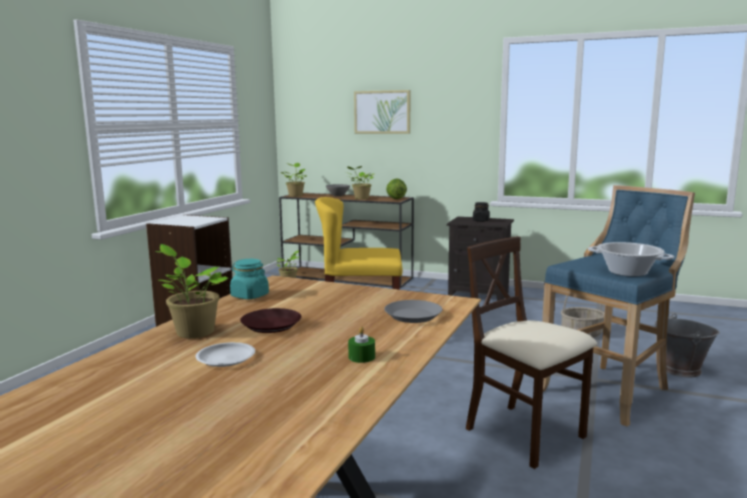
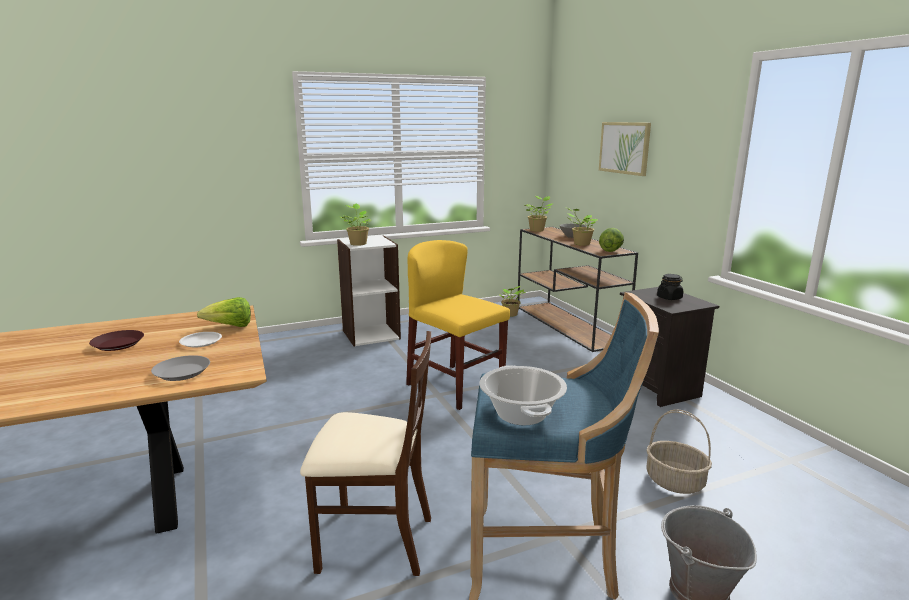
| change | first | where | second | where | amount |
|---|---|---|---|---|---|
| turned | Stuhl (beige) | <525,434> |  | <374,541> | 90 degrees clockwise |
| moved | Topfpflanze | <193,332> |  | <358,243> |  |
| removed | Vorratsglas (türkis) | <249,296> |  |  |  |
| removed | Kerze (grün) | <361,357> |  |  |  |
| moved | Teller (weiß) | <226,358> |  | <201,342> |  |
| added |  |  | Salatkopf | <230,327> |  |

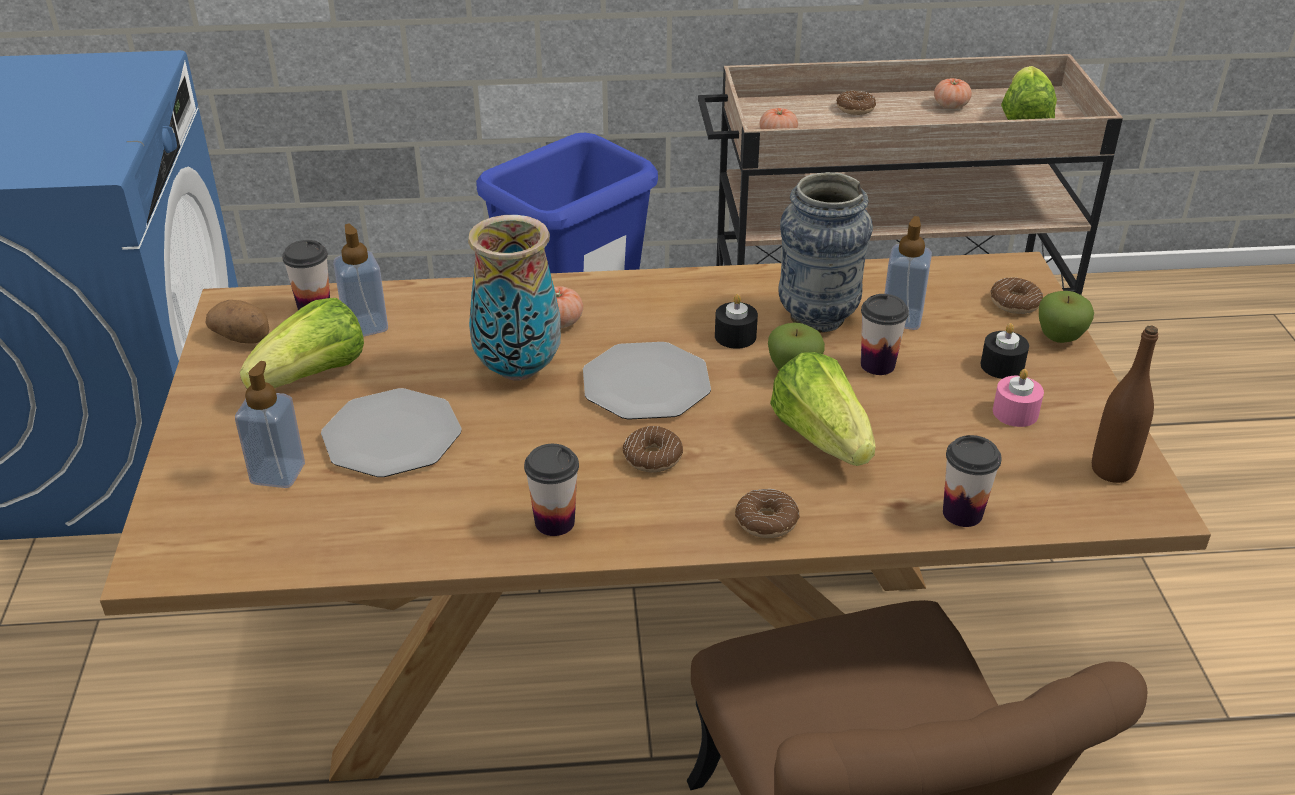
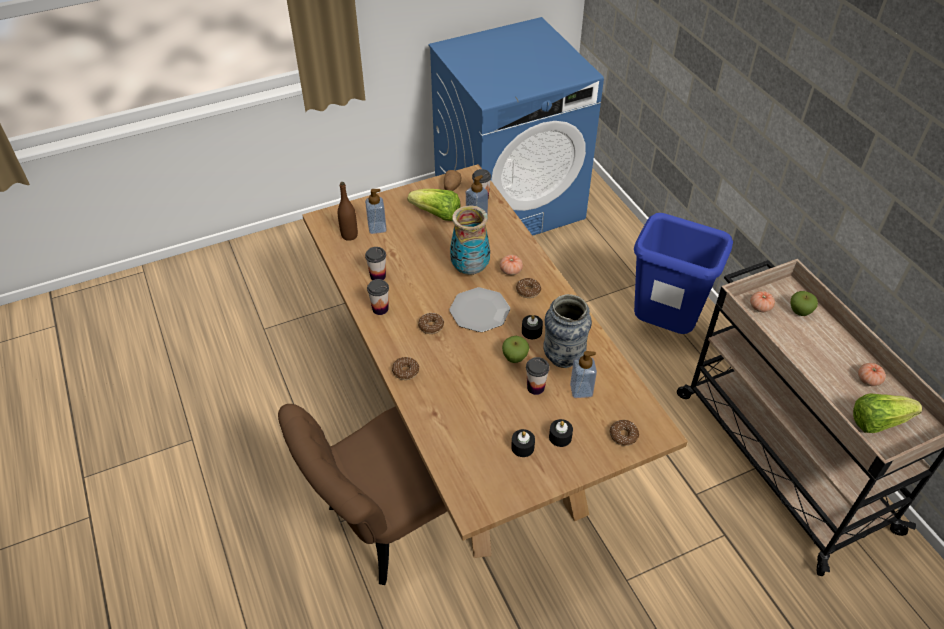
| change | first | where | second | where | amount |
|---|---|---|---|---|---|
| moved | Donut | <855,109> |  | <528,291> |  |
| moved | Apfel | <1059,338> |  | <800,312> |  |
| moved | Flasche (braun) | <1112,470> |  | <349,235> |  |
| removed | Salatkopf | <822,438> |  |  |  |
| recoloured | Kerze (rosa) | <1015,412> | Kerze (schwarz) | <522,447> |  |
| removed | Teller | <391,436> |  |  |  |
| moved | Tasse | <962,513> |  | <378,276> |  |

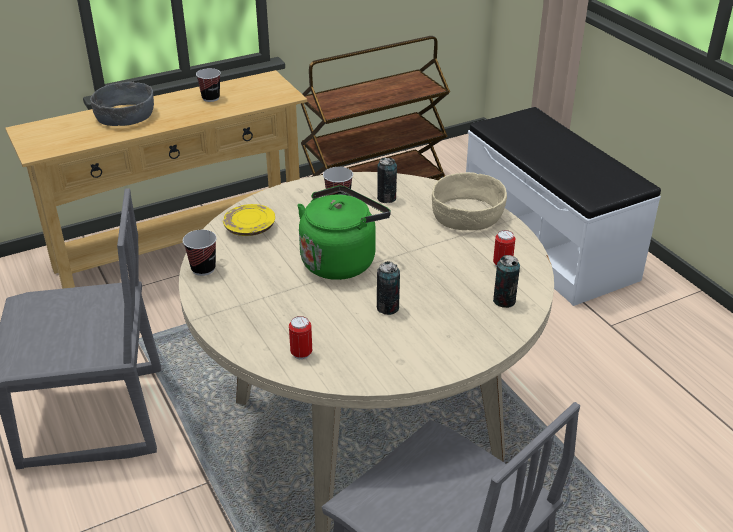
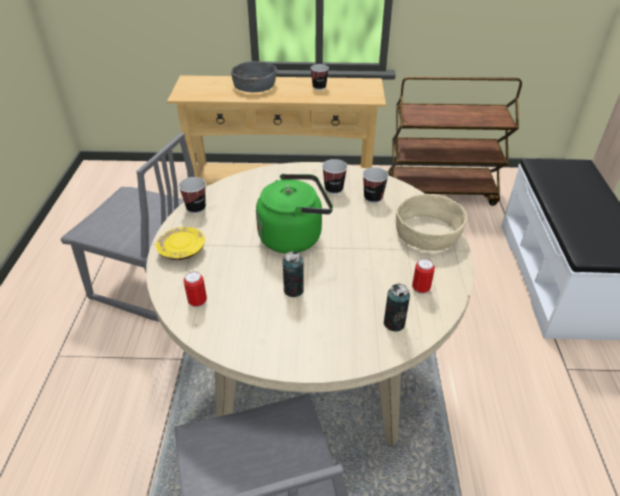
| change | first | where | second | where | amount |
|---|---|---|---|---|---|
| replaced | Dose | <386,198> | Tasse | <373,198> |  |
| moved | Teller (gelb) | <250,228> |  | <182,250> |  |

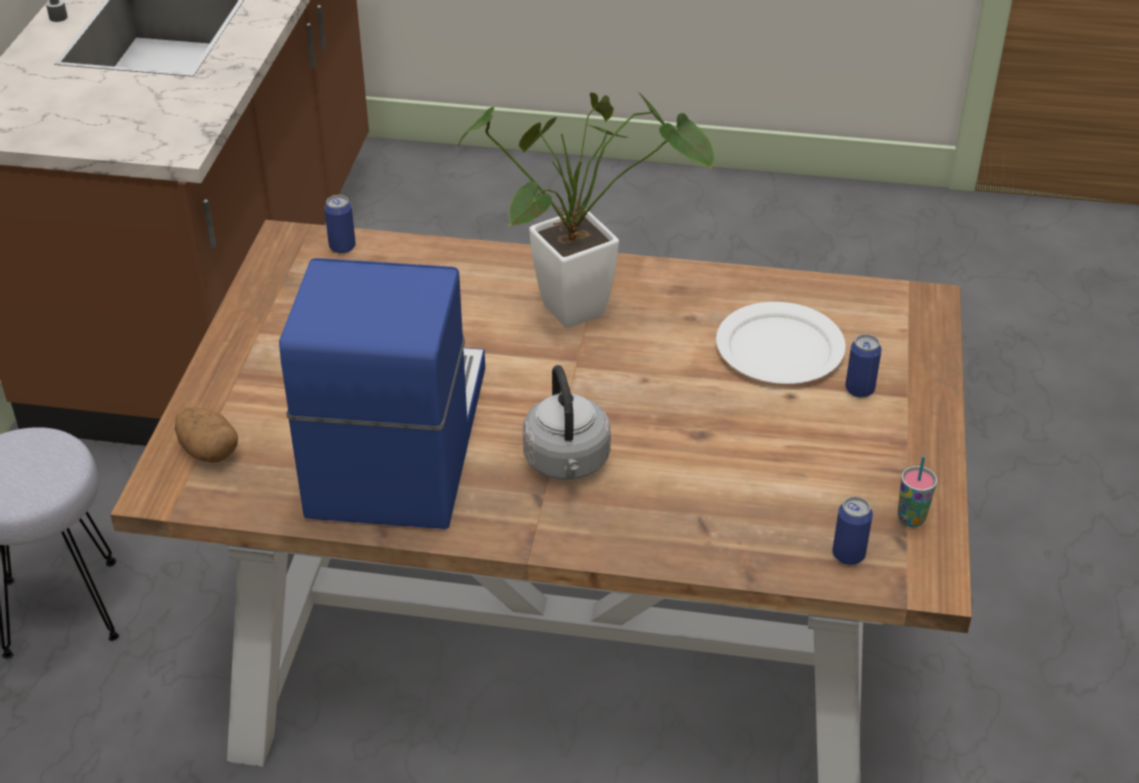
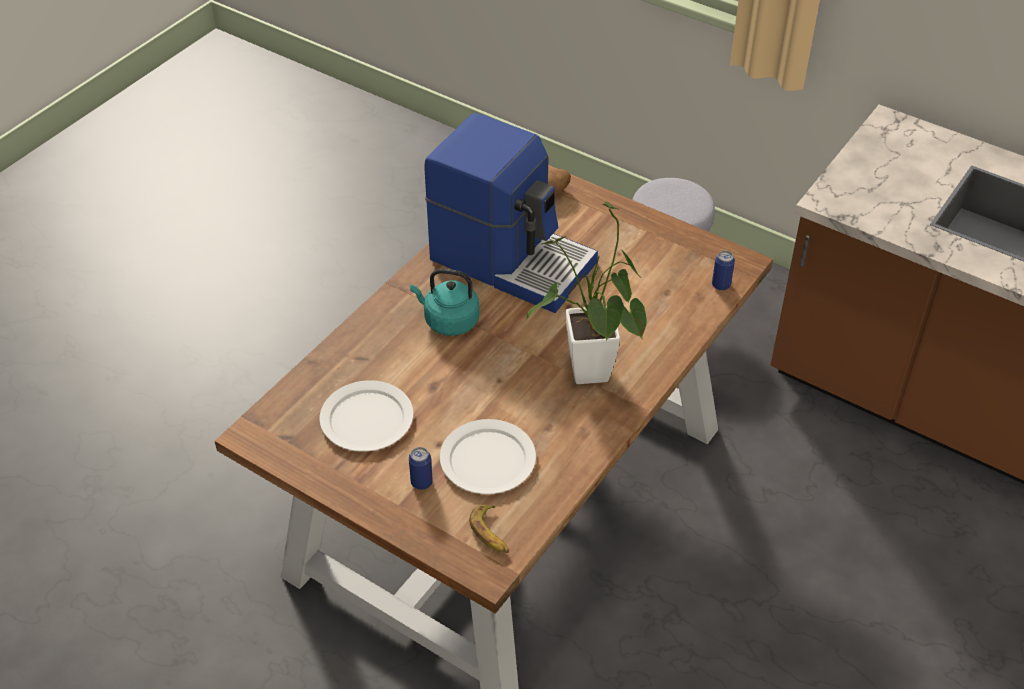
| change | first | where | second | where | amount |
|---|---|---|---|---|---|
| recoloured | Wasserkessel (grau) | <567,463> | Wasserkessel (türkis) | <448,321> |  |
| removed | Tasse | <911,519> |  |  |  |
| removed | Dose | <848,555> |  |  |  |
| added |  |  | Teller (weiß) | <366,419> |  |
| added |  |  | Banane | <491,533> |  |

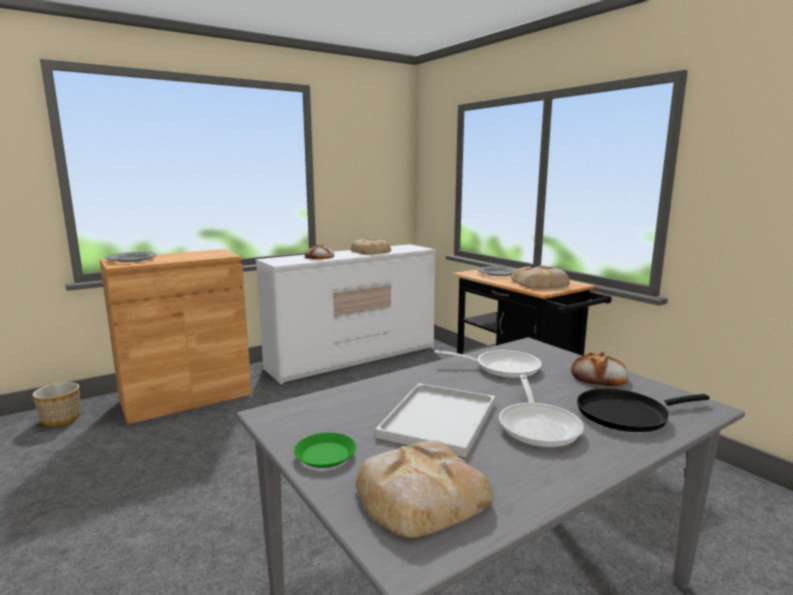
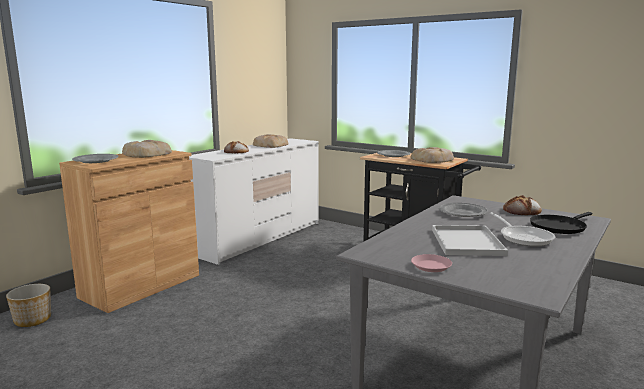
| change | first | where | second | where | amount |
|---|---|---|---|---|---|
| replaced | Pfanne | <501,367> | Teller (grau) | <462,213> |  |
| recoloured | Teller (grün) | <325,455> | Teller (rosa) | <431,266> |  |
| moved | Brot | <419,496> |  | <146,154> |  |

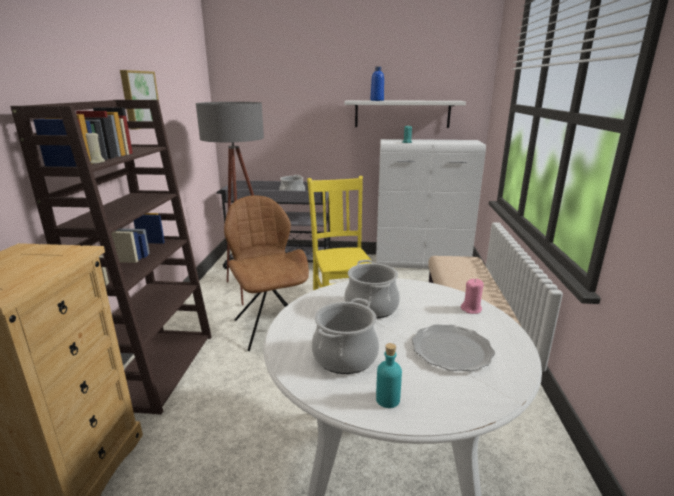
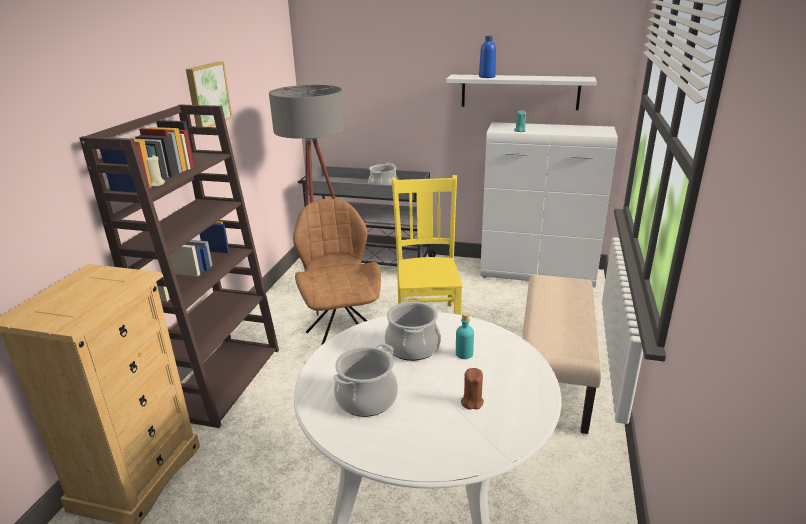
| change | first | where | second | where | amount |
|---|---|---|---|---|---|
| removed | Kerze (rosa) | <471,309> |  |  |  |
| replaced | Teller | <452,350> | Kerze (braun) | <472,402> |  |
| moved | Flasche (türkis) | <387,399> |  | <464,354> |  |

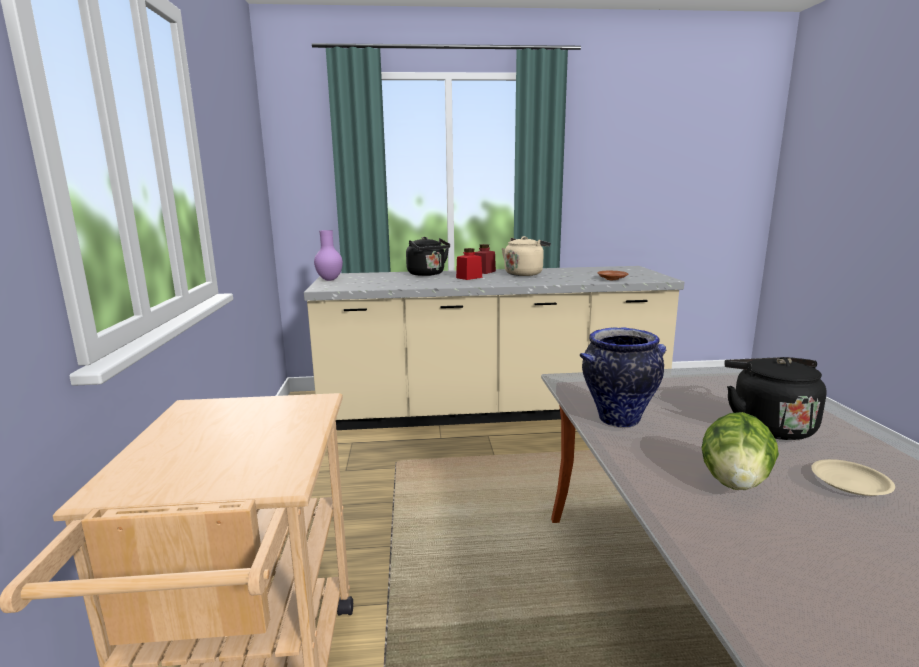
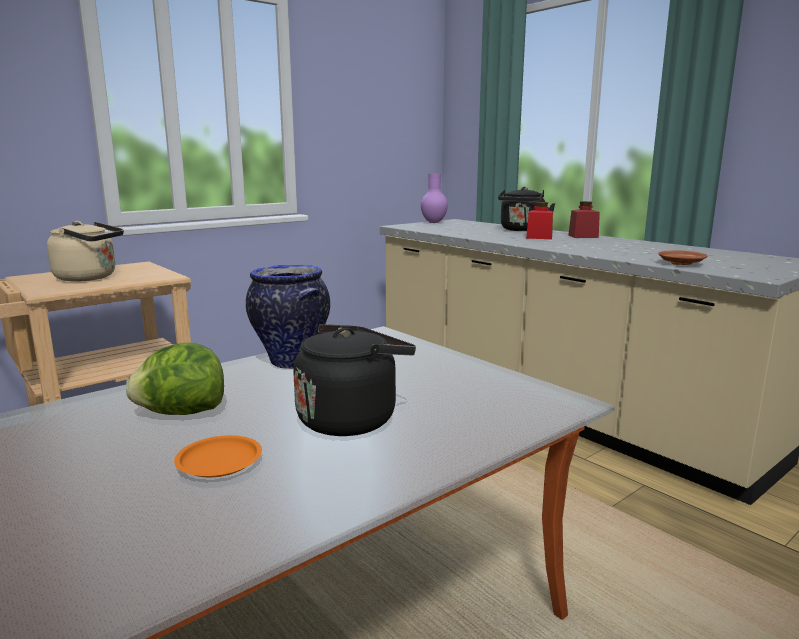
| change | first | where | second | where | amount |
|---|---|---|---|---|---|
| moved | Wasserkessel (beige) | <524,273> |  | <90,278> |  |
| recoloured | Teller (beige) | <851,482> | Teller (orange) | <219,462> |  |

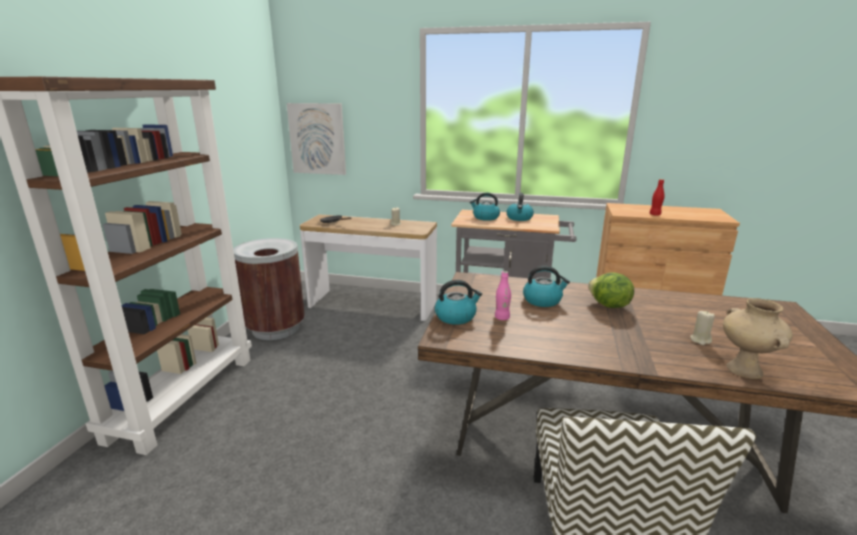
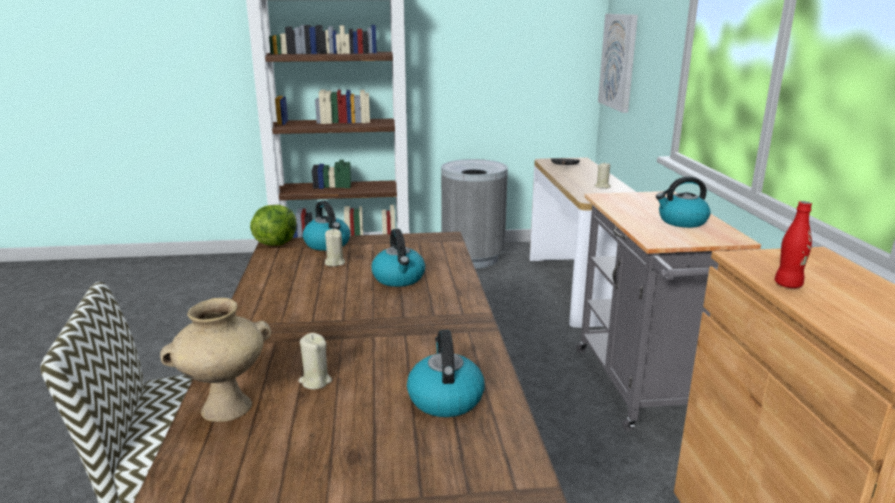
| change | first | where | second | where | amount |
|---|---|---|---|---|---|
| moved | Wasserkessel | <485,217> |  | <445,398> |  |
| recoloured | Mülleimer (braun) | <276,328> | Mülleimer (grau) | <473,259> |  |
| replaced | Flasche (rosa) | <502,318> | Kerze (beige) | <334,263> |  |
| moved | Salatkopf | <608,306> |  | <276,243> |  |

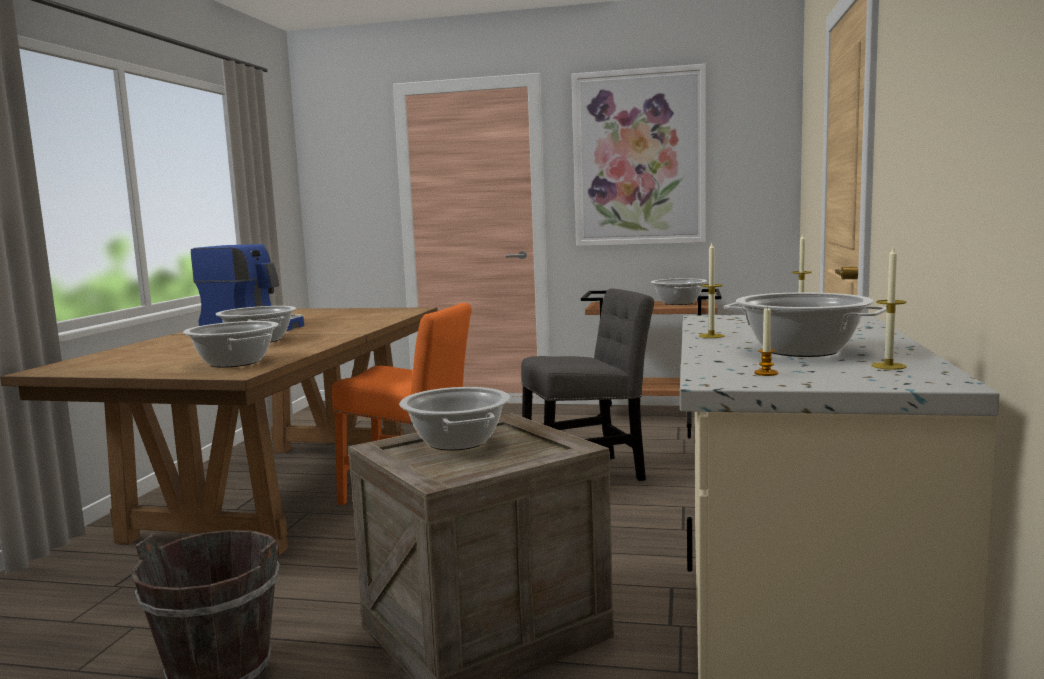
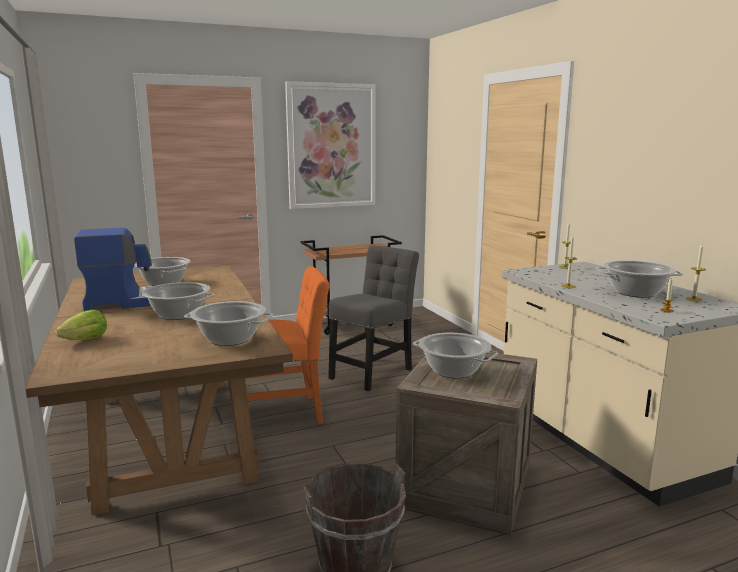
| change | first | where | second | where | amount |
|---|---|---|---|---|---|
| moved | Kochtopf | <678,303> |  | <164,283> |  |
| added |  |  | Salatkopf | <82,341> |  |

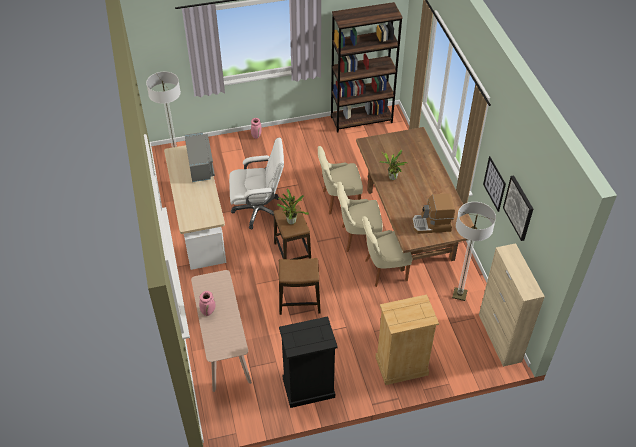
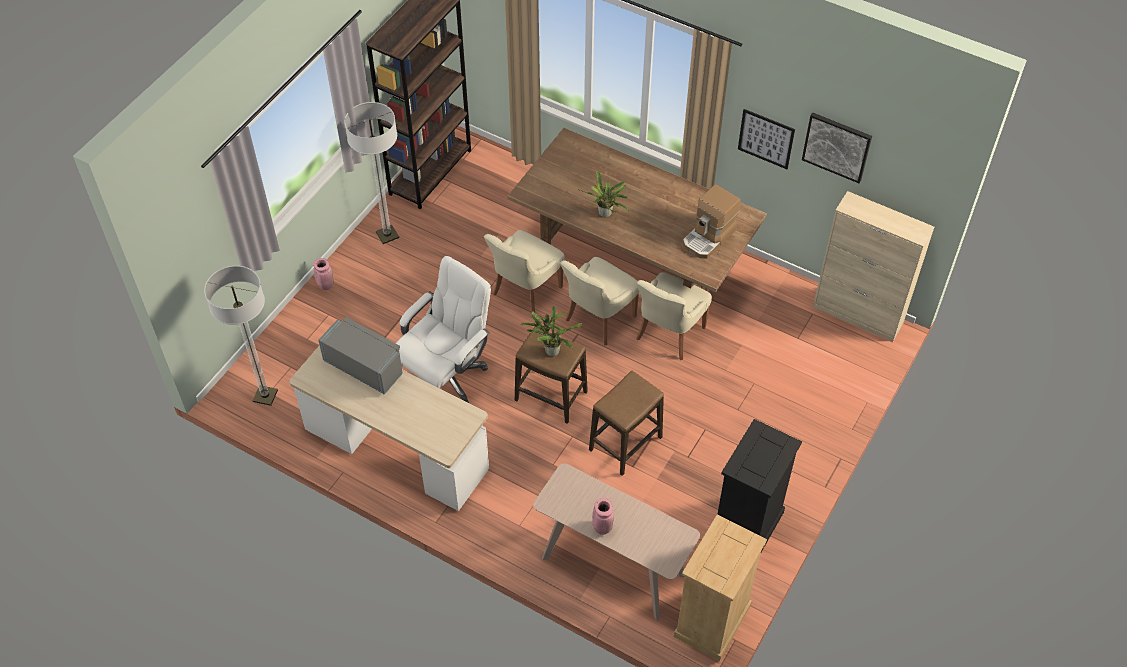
| change | first | where | second | where | amount |
|---|---|---|---|---|---|
| moved | Stehlampe | <459,294> |  | <387,235> |  |
| moved | Kommode (beige) | <401,366> |  | <712,621> |  |

